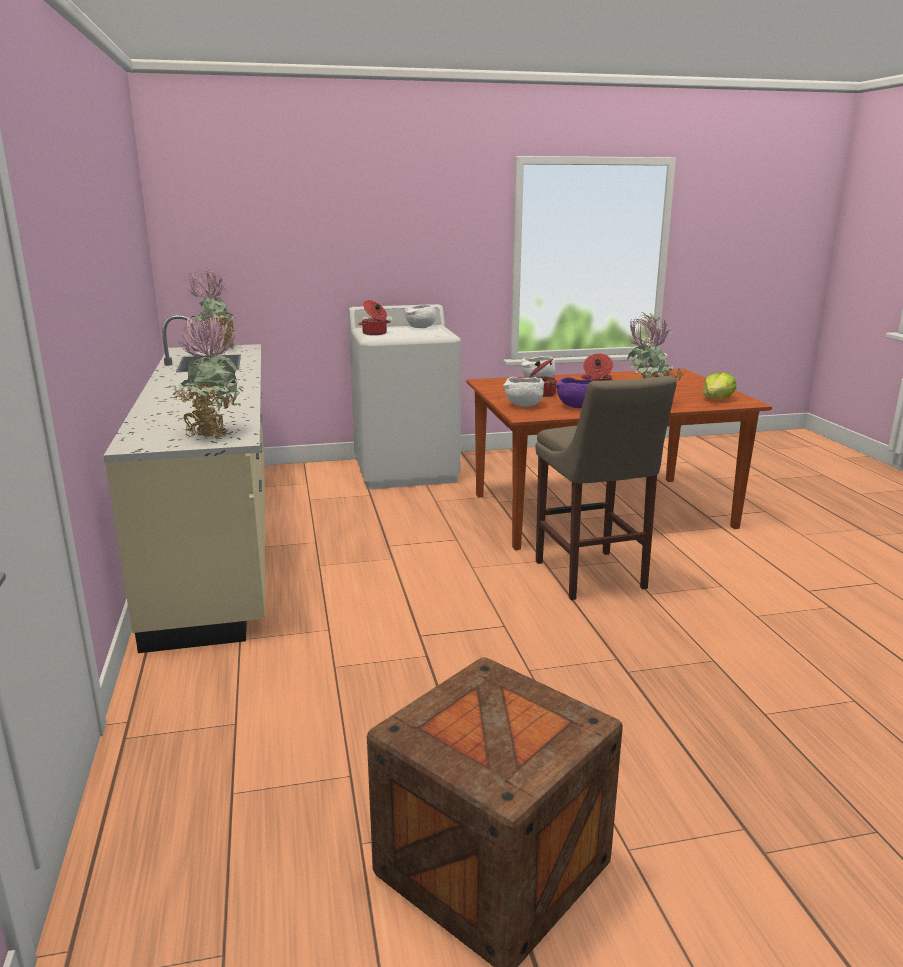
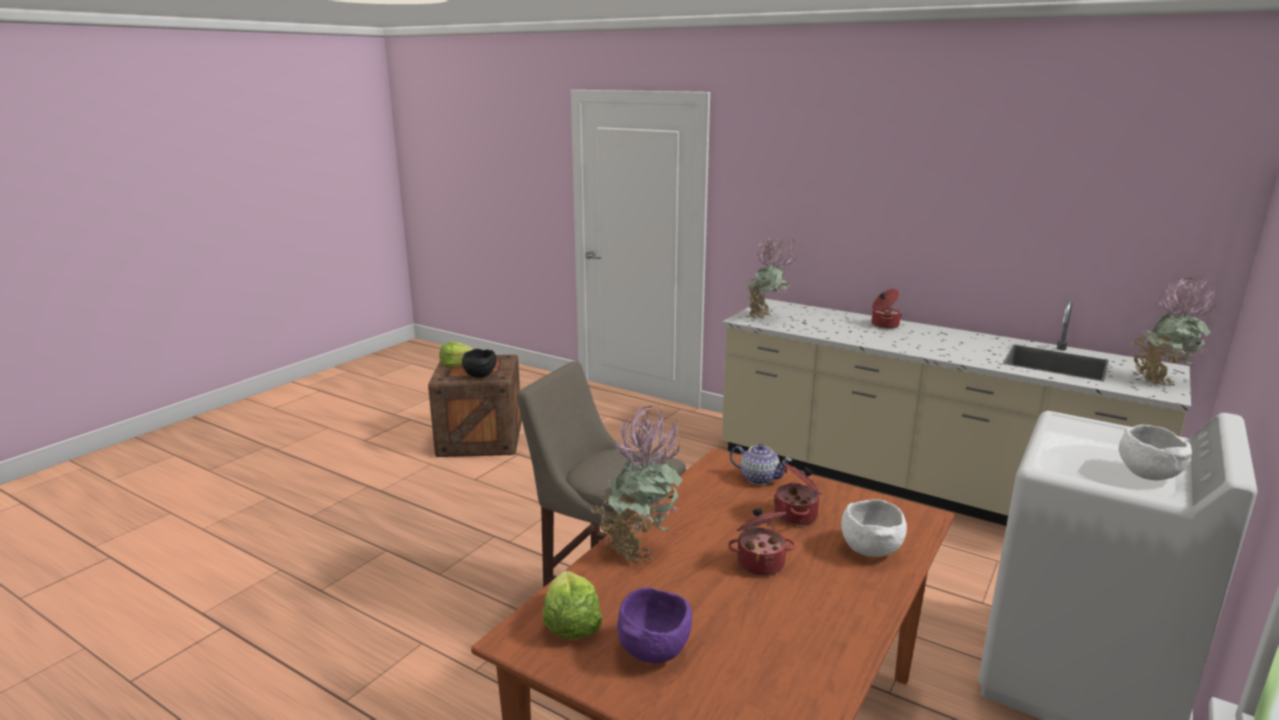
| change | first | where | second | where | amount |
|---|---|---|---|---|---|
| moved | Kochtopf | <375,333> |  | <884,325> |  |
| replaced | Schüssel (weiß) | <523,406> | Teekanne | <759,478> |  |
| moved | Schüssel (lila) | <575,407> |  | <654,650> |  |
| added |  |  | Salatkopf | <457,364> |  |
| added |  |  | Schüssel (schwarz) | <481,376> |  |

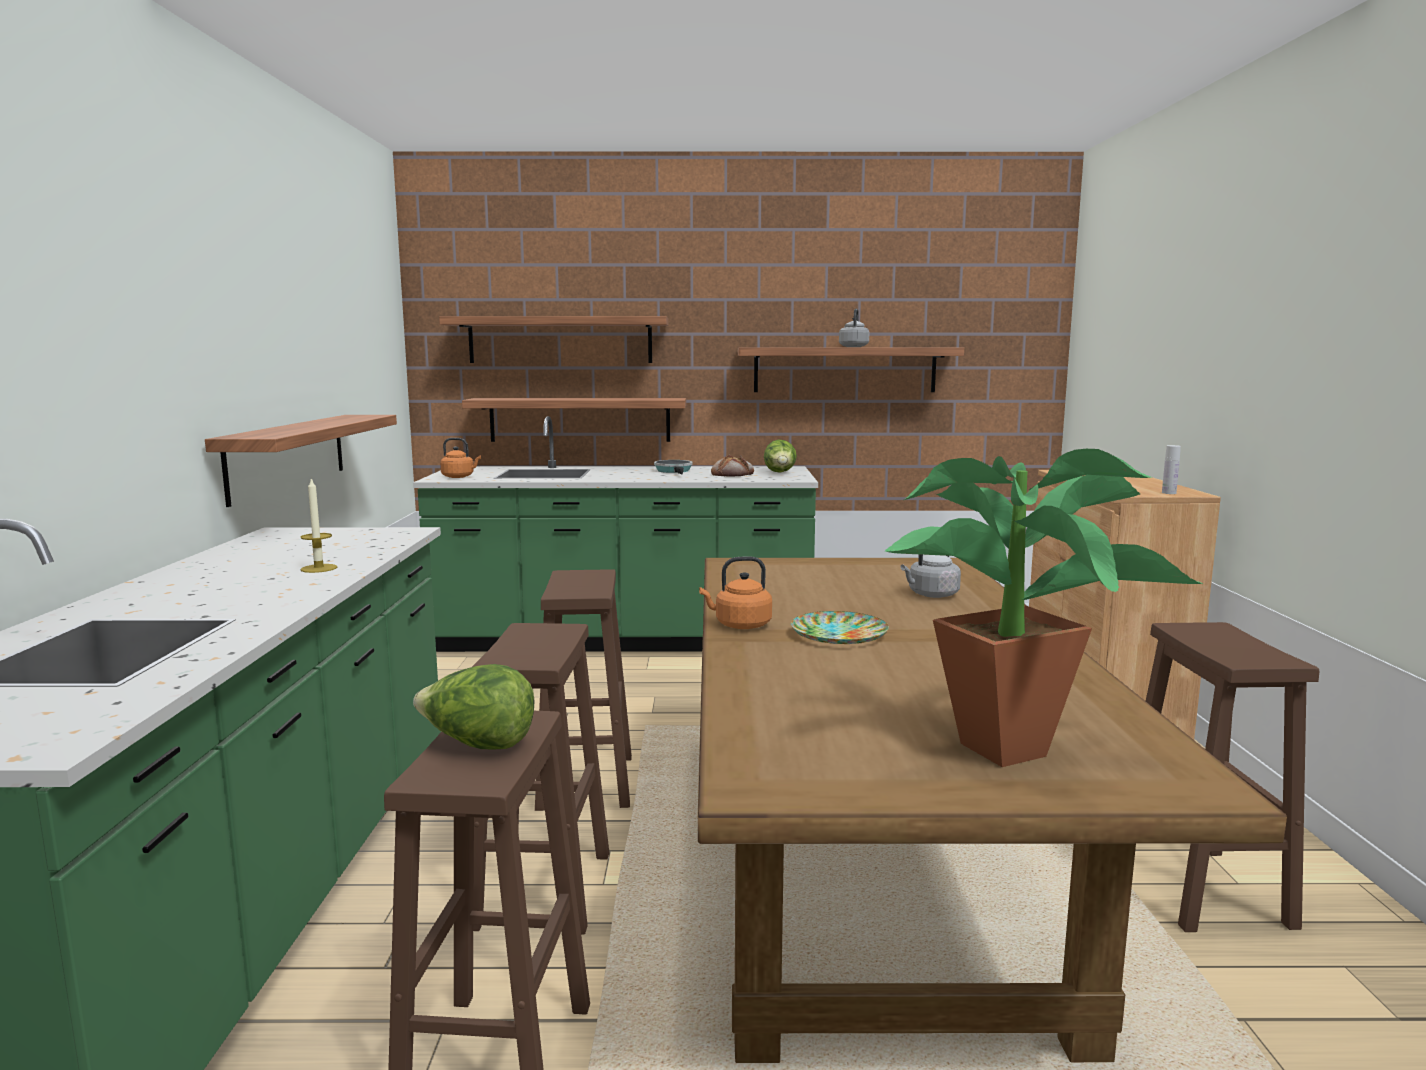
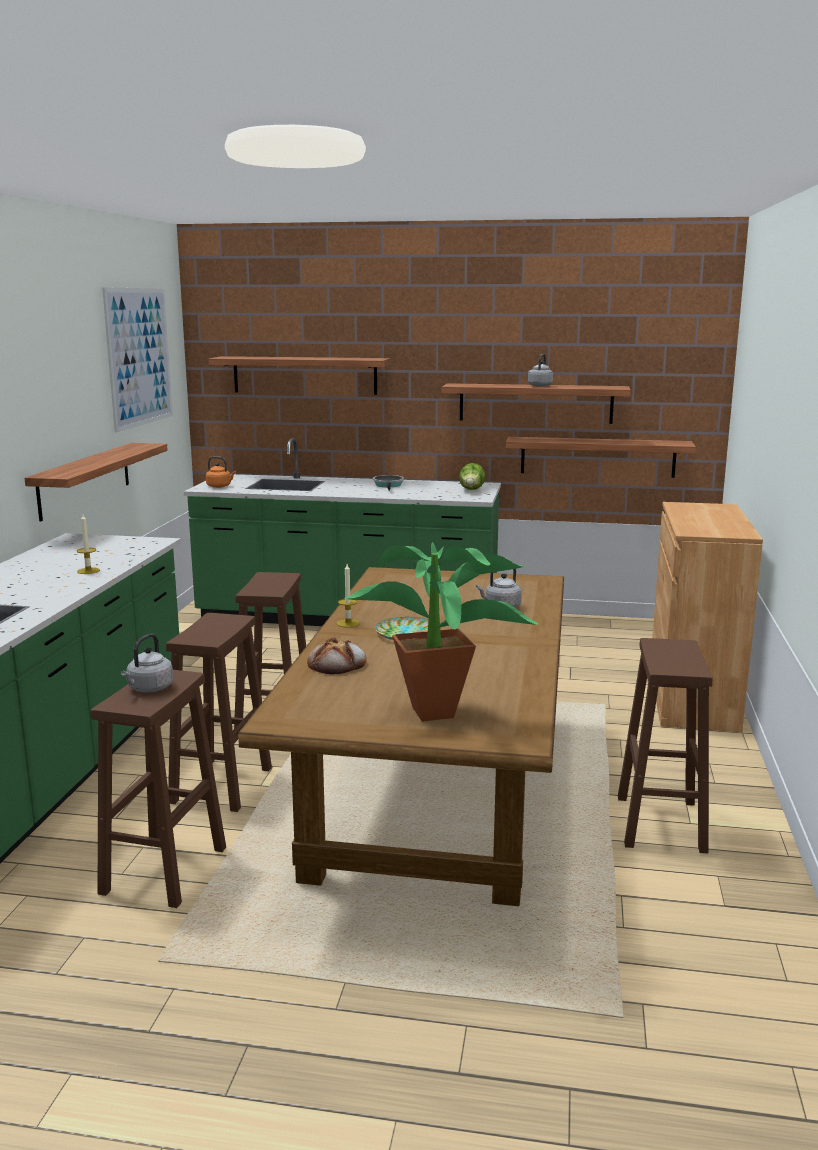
| change | first | where | second | where | amount |
|---|---|---|---|---|---|
| moved | Wandregal | <580,419> |  | <597,457> |  |
| removed | Flasche (weiß) | <1169,493> |  |  |  |
| moved | Brot | <732,474> |  | <337,664> |  |
| replaced | Wasserkessel (orange) | <740,625> | Kerze | <348,623> |  |
| replaced | Salatkopf | <478,745> | Wasserkessel (grau) | <149,689> |  |
| added |  |  | Bild | <139,357> |  |

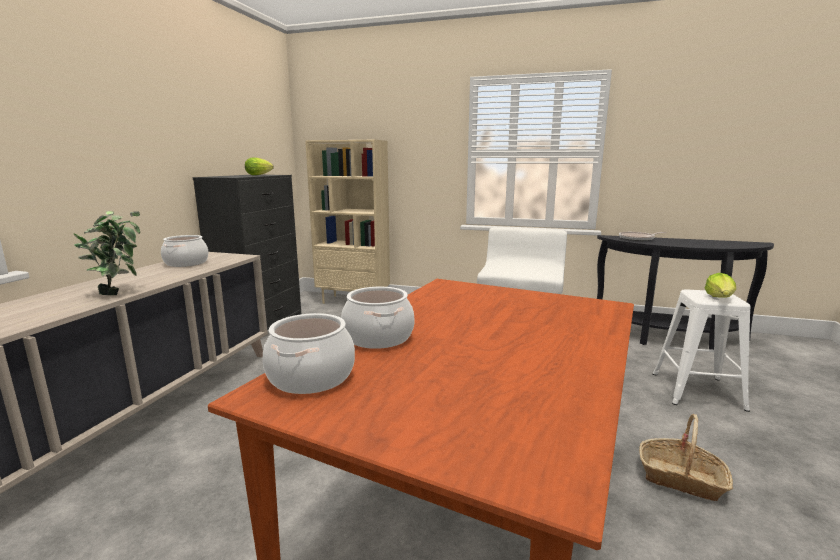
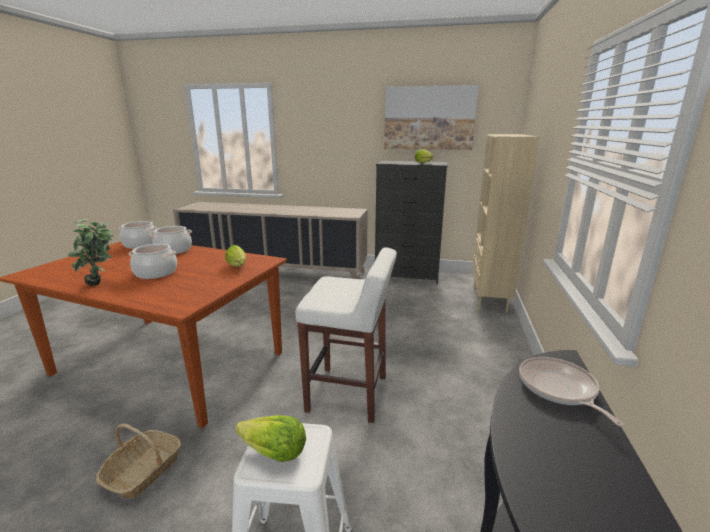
| change | first | where | second | where | amount |
|---|---|---|---|---|---|
| moved | Topfpflanze | <119,293> |  | <101,284> |  |
| moved | Kochtopf | <186,263> |  | <156,273> |  |
| added |  |  | Bild | <429,118> |  |
| added |  |  | Salatkopf | <238,266> |  |

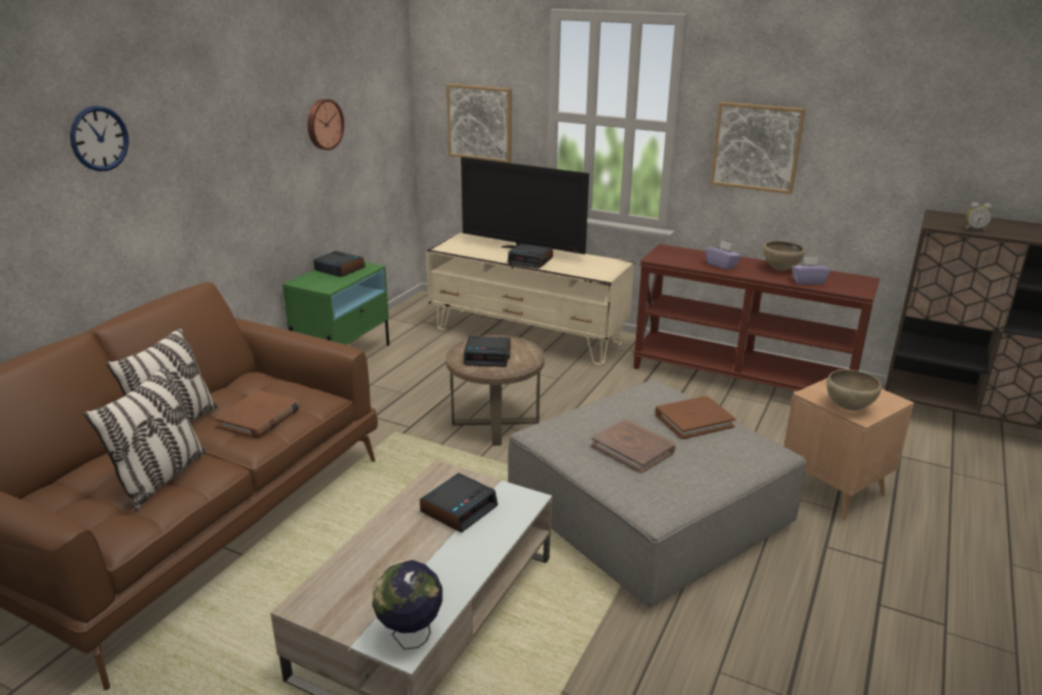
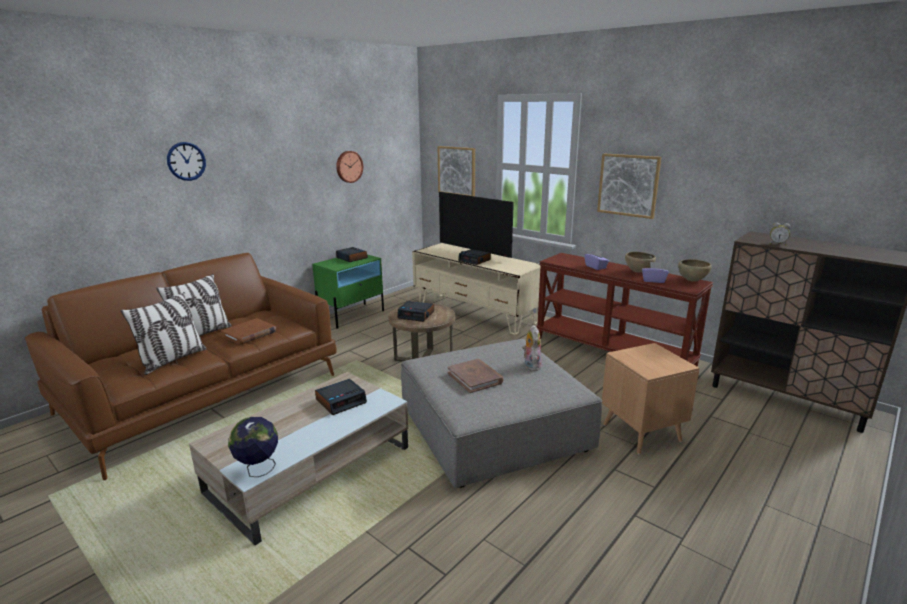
| change | first | where | second | where | amount |
|---|---|---|---|---|---|
| moved | Schüssel (braun) | <849,407> |  | <692,280> |  |
| replaced | Buch (braun) | <693,420> | Plüschtier | <531,365> |  |

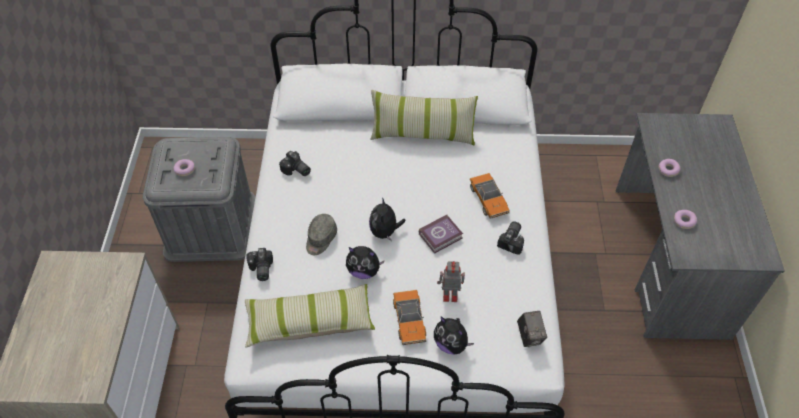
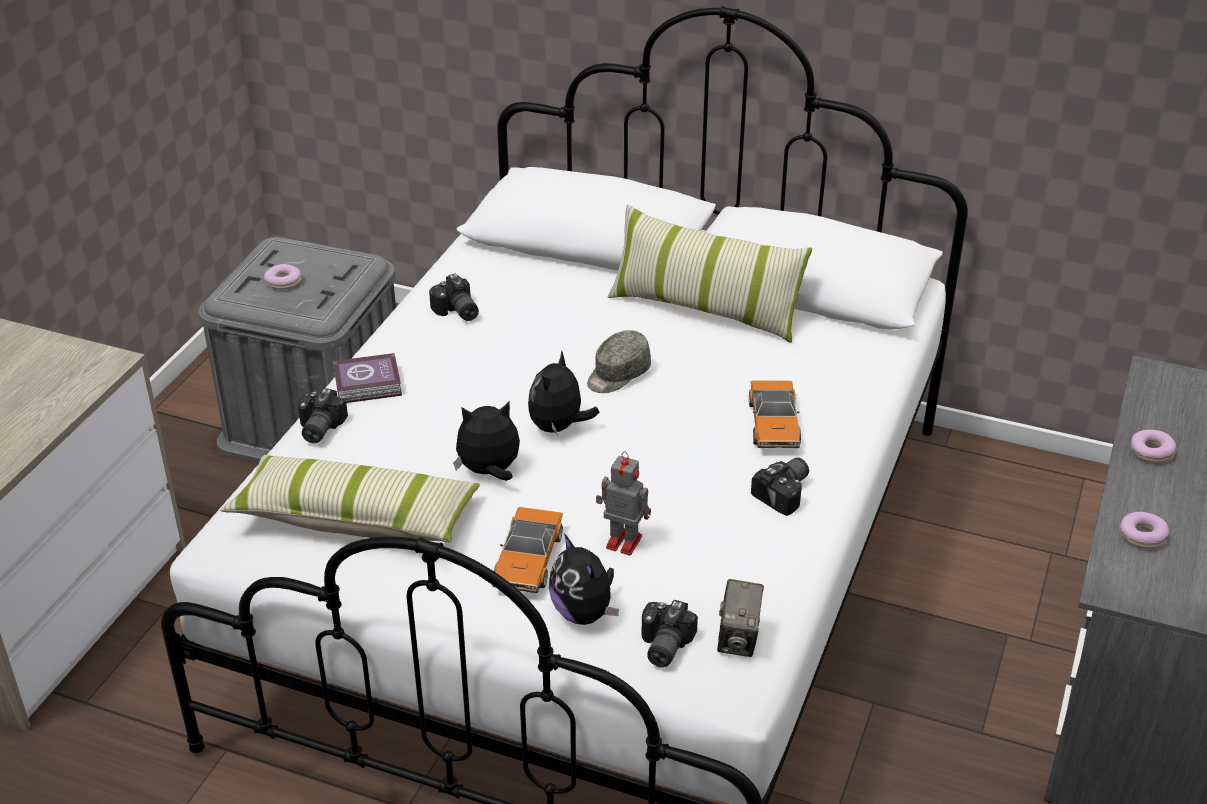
| change | first | where | second | where | amount |
|---|---|---|---|---|---|
| moved | Kappe (grau) | <320,239> |  | <617,375> |  |
| moved | Buch | <441,236> |  | <370,385> |  |
| turned | Plüschtier | <364,271> |  | <489,472> | 135 degrees clockwise |
| added |  |  | Kamera | <662,646> |  |

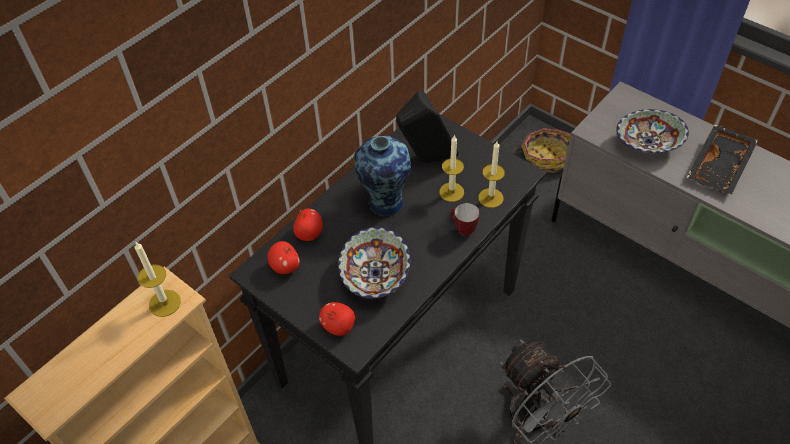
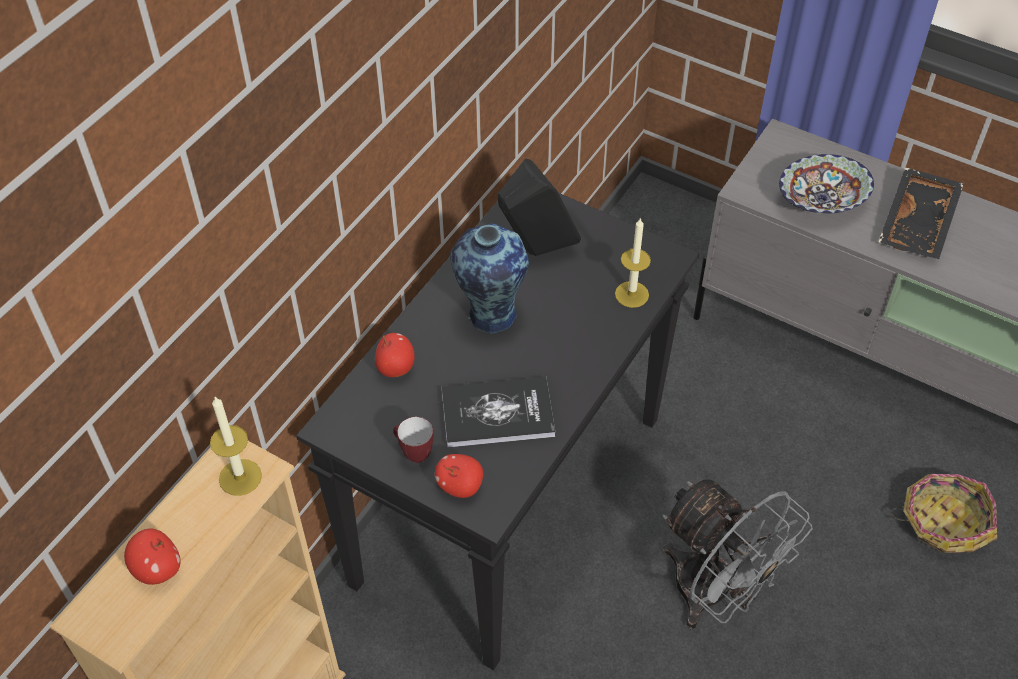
| change | first | where | second | where | amount |
|---|---|---|---|---|---|
| moved | Korb | <546,156> |  | <943,522> |  |
| removed | Kerze | <451,192> |  |  |  |
| moved | Henkelbecher | <462,229> |  | <413,453> |  |
| replaced | Schüssel | <376,275> | Buch | <497,413> |  |
| moved | Apfel | <285,267> |  | <158,569> |  |

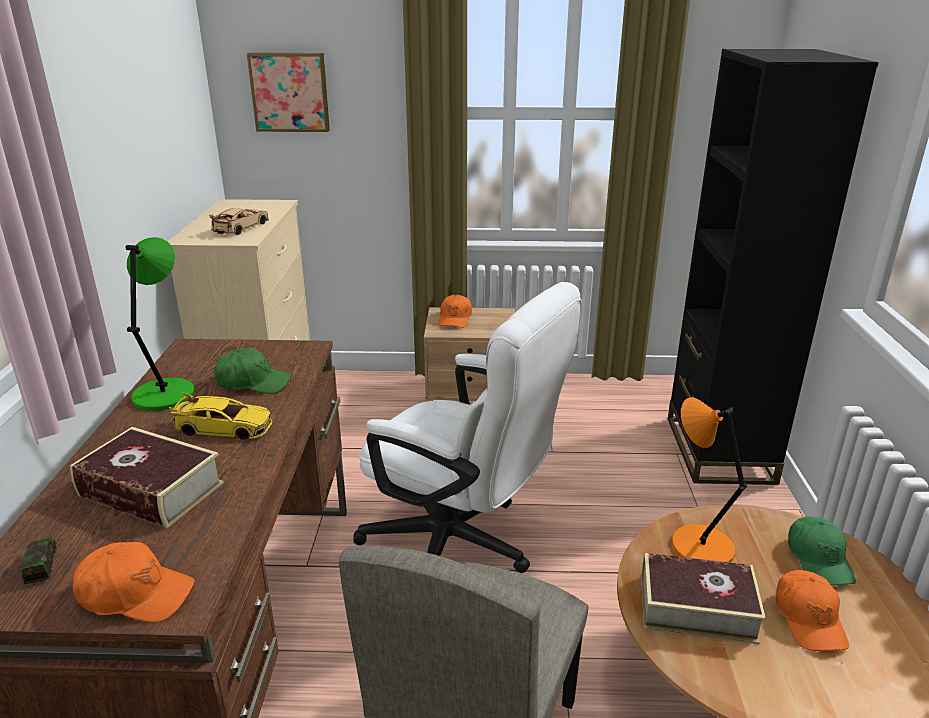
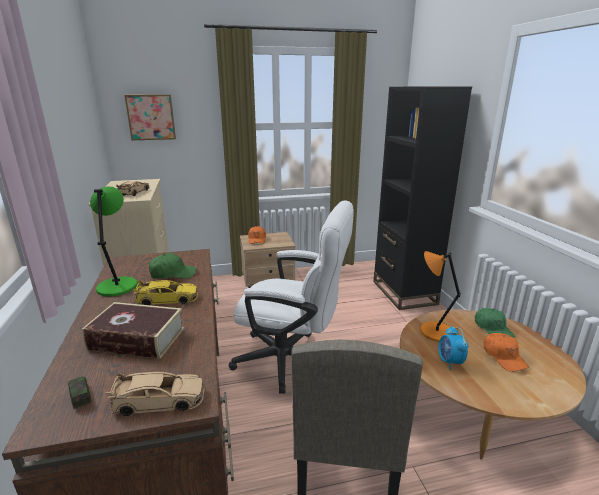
| change | first | where | second | where | amount |
|---|---|---|---|---|---|
| replaced | Kappe (orange) | <135,594> | Spielzeugauto (beige) | <159,400> |  |
| replaced | Buch | <696,608> | Wecker | <450,362> |  |

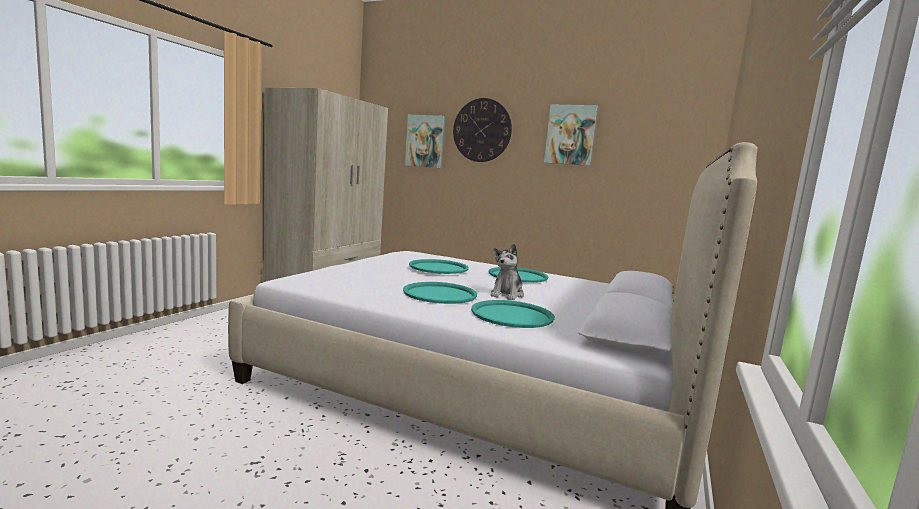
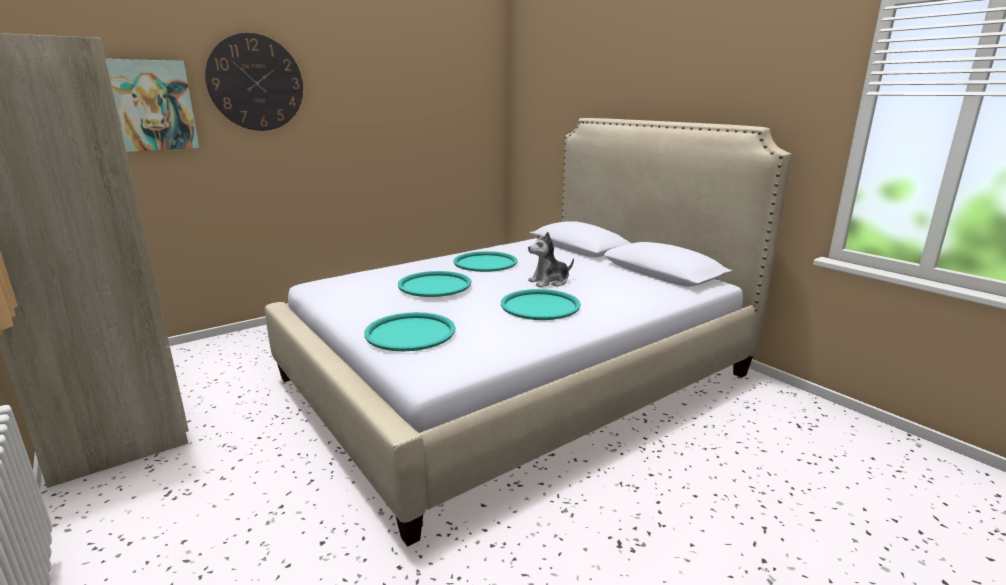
| change | first | where | second | where | amount |
|---|---|---|---|---|---|
| removed | Bild | <570,135> |  |  |  |
| turned | Plüschtier | <507,294> |  | <549,282> | 105 degrees clockwise |
| moved | Tablett (türkis) | <512,315> |  | <410,333> |  |

